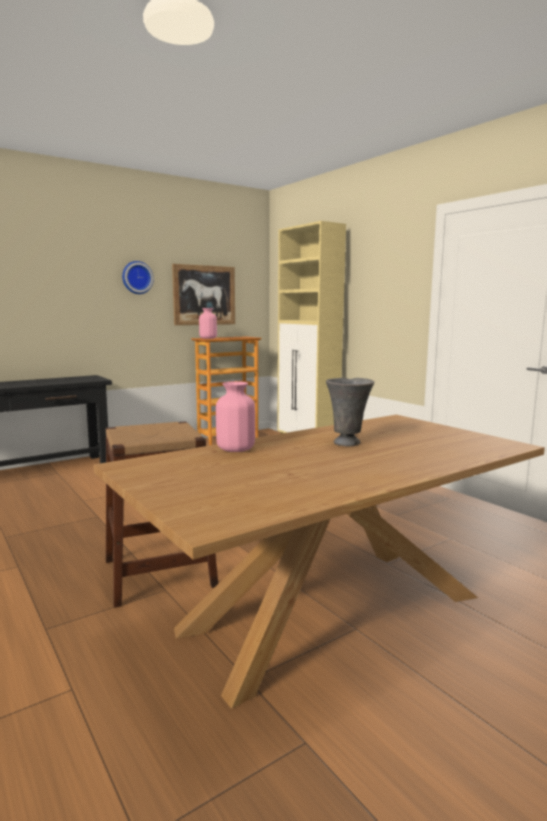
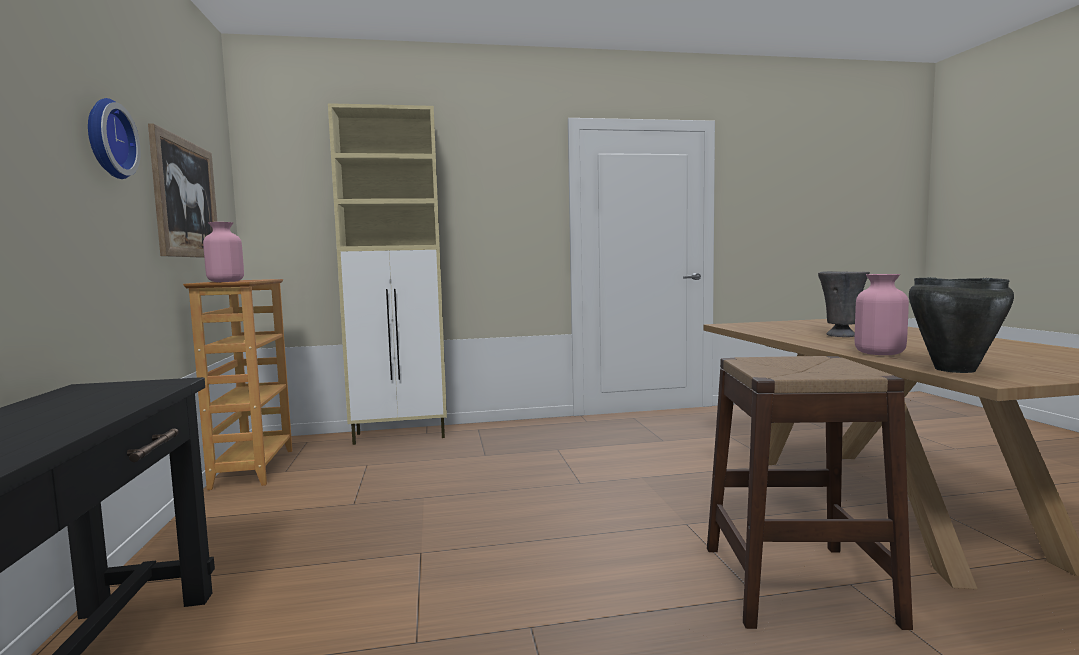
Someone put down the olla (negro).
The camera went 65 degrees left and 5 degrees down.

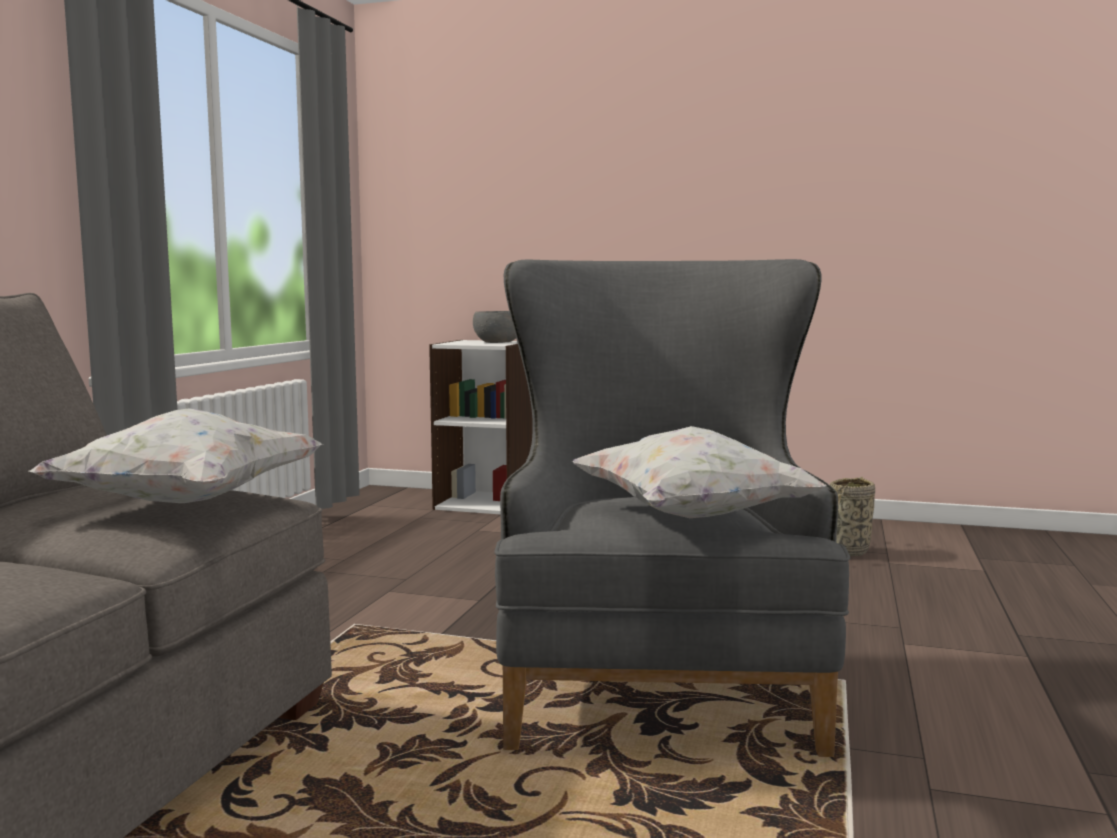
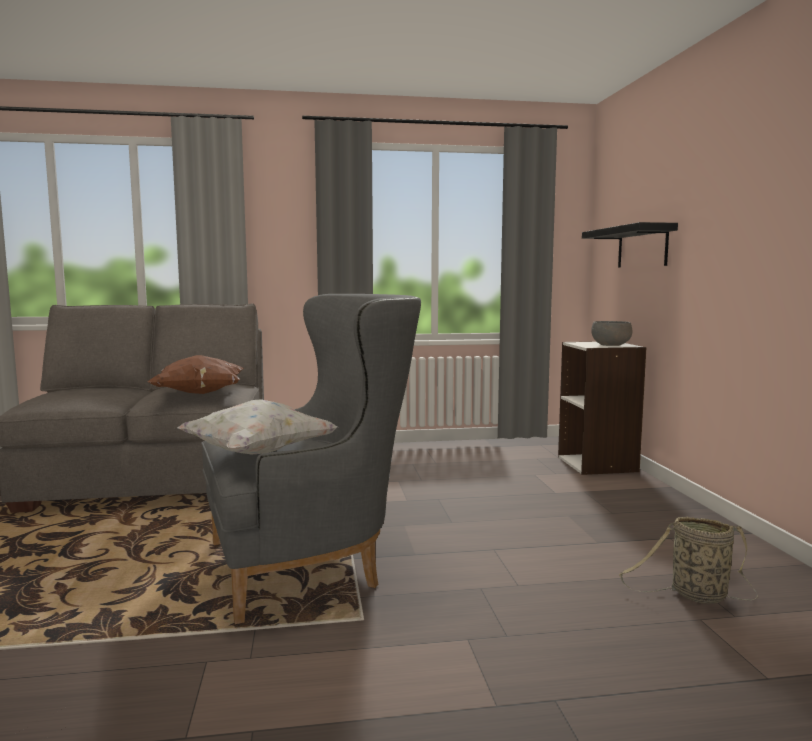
Someone repainted the cojín (blanco) (1st from left), which became the cojín (marrón).
Someone put up the estante (negro).
The camera went 65 degrees right and 0 degrees up.

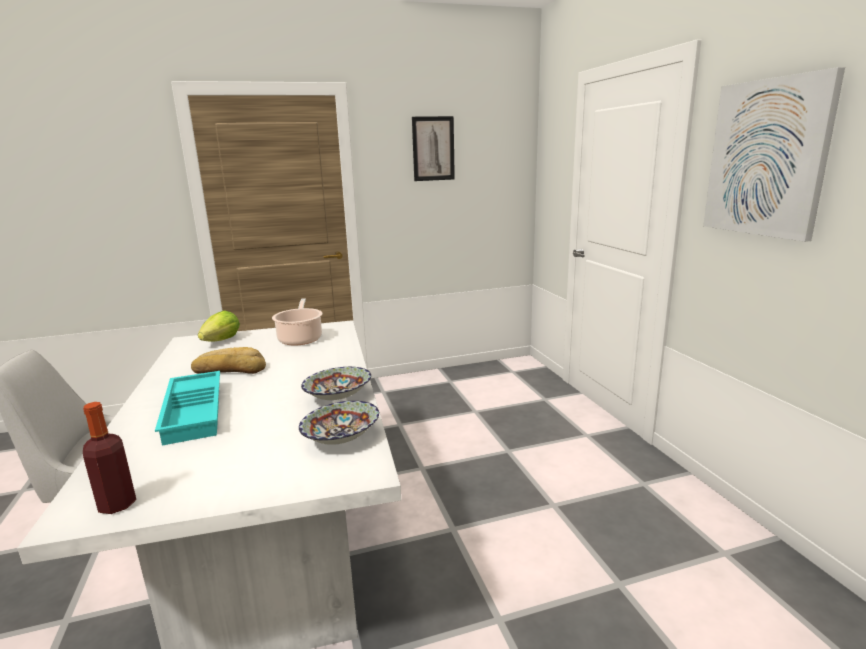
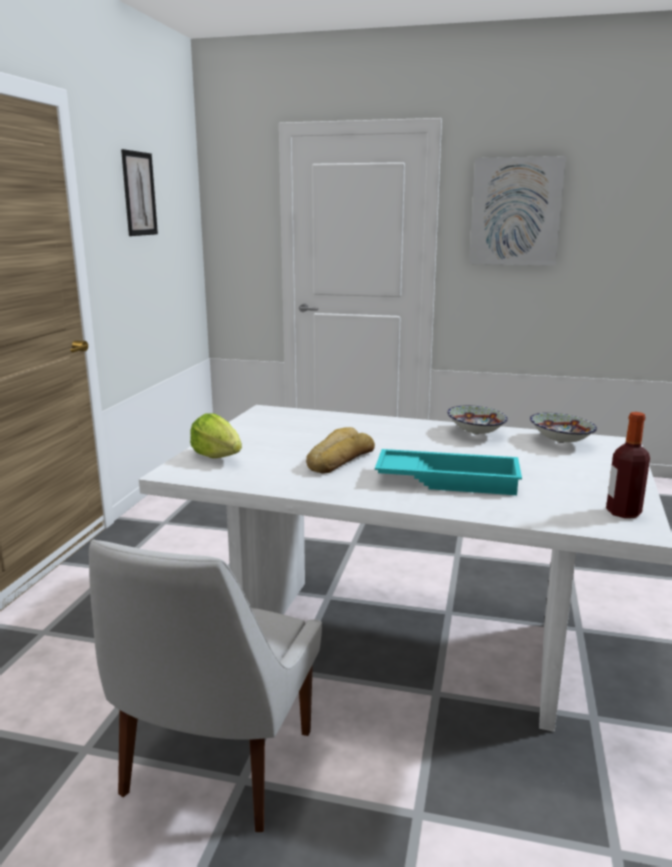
Someone took away the olla.
The camera went 60 degrees left and 0 degrees up.

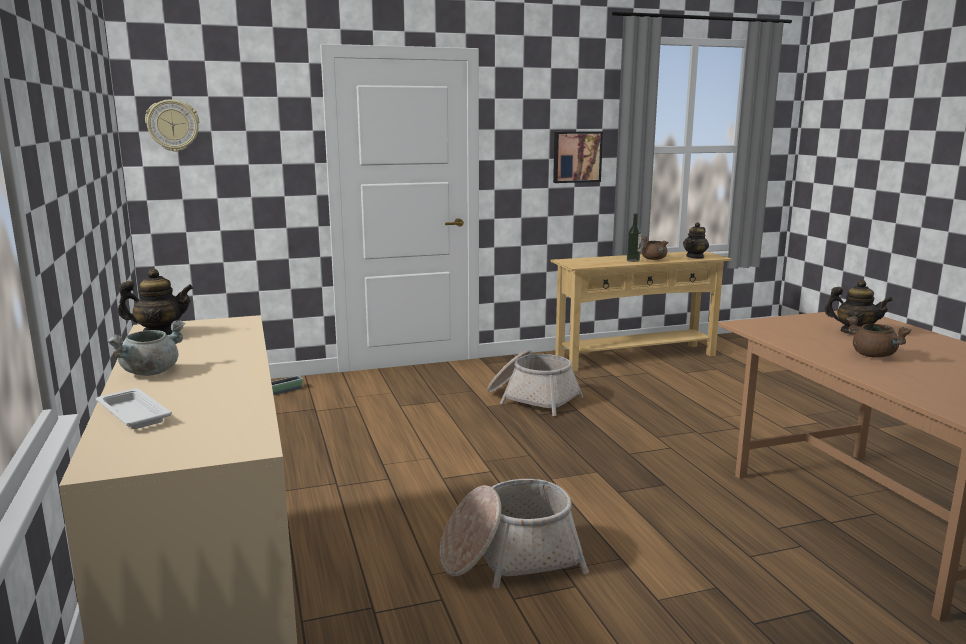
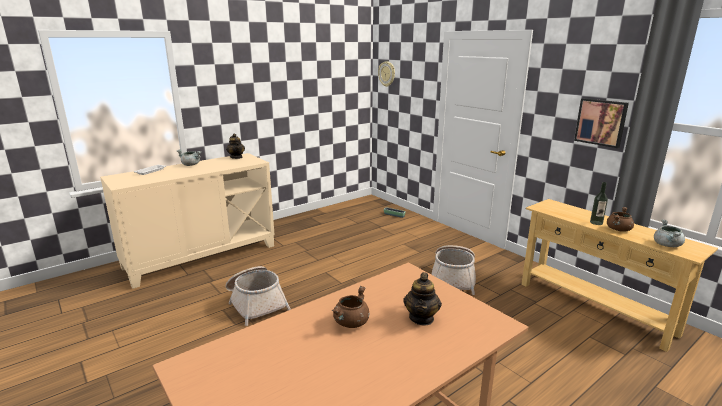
Someone swapped the tetera (2nd from left) for the olla (gris) (2nd from left).
The camera went 70 degrees right and 5 degrees up.

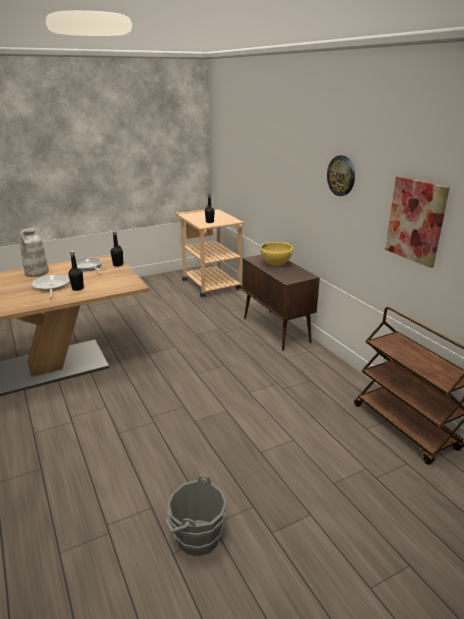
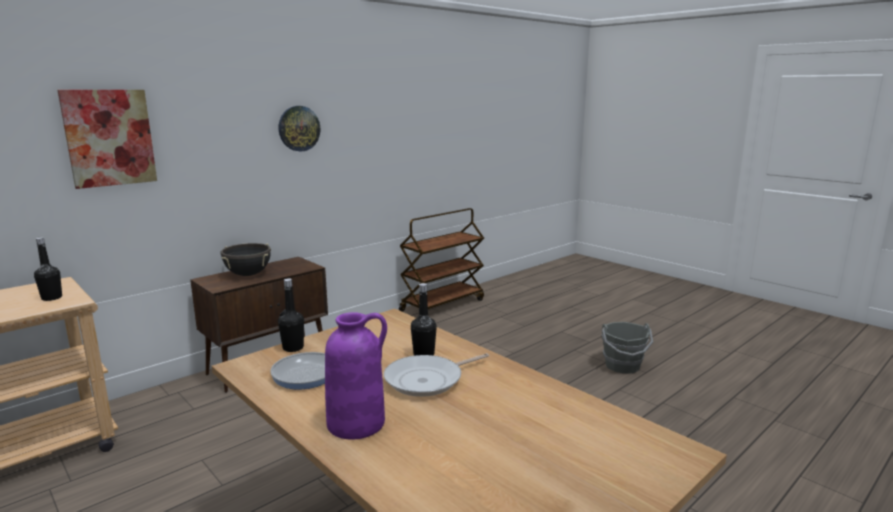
Someone repainted the florero (blanco), which became the florero (morado).
Someone repainted the olla (amarillo), which became the olla (negro).
Someone carried the cuadro.
The camera went 105 degrees left and 10 degrees down.

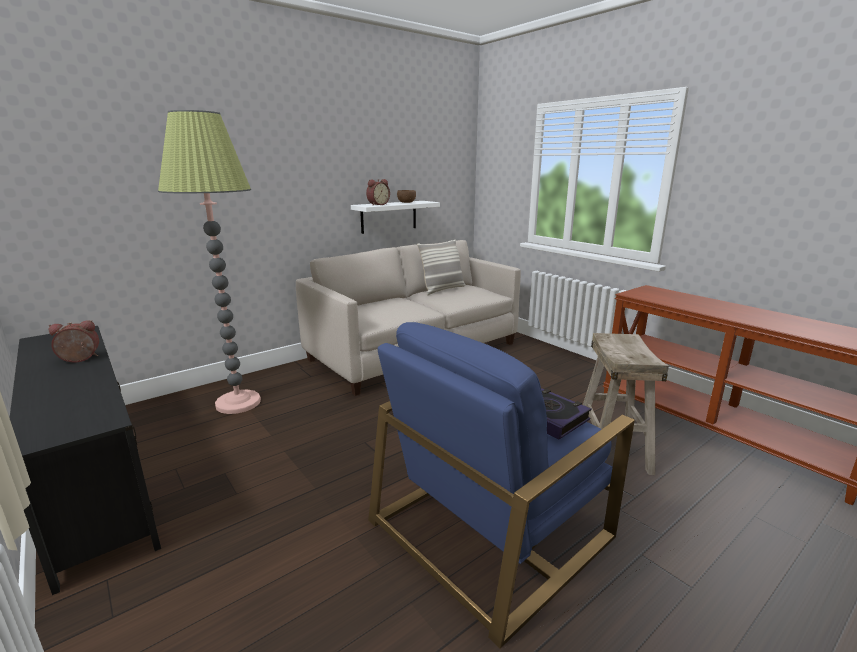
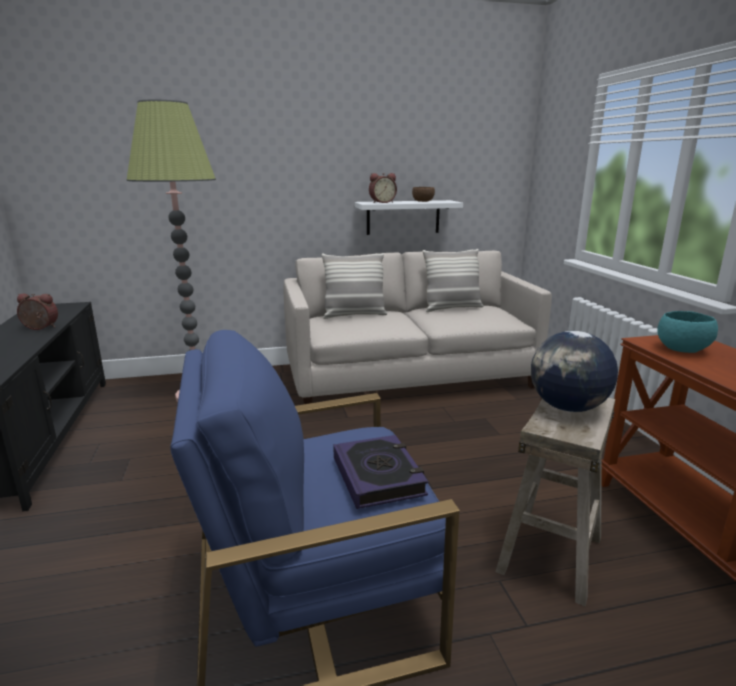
Someone put down the cojín (1st from left).
Someone put down the globo terráqueo.
Someone put down the cuenco (turquesa).
The camera went 25 degrees right and 0 degrees up.

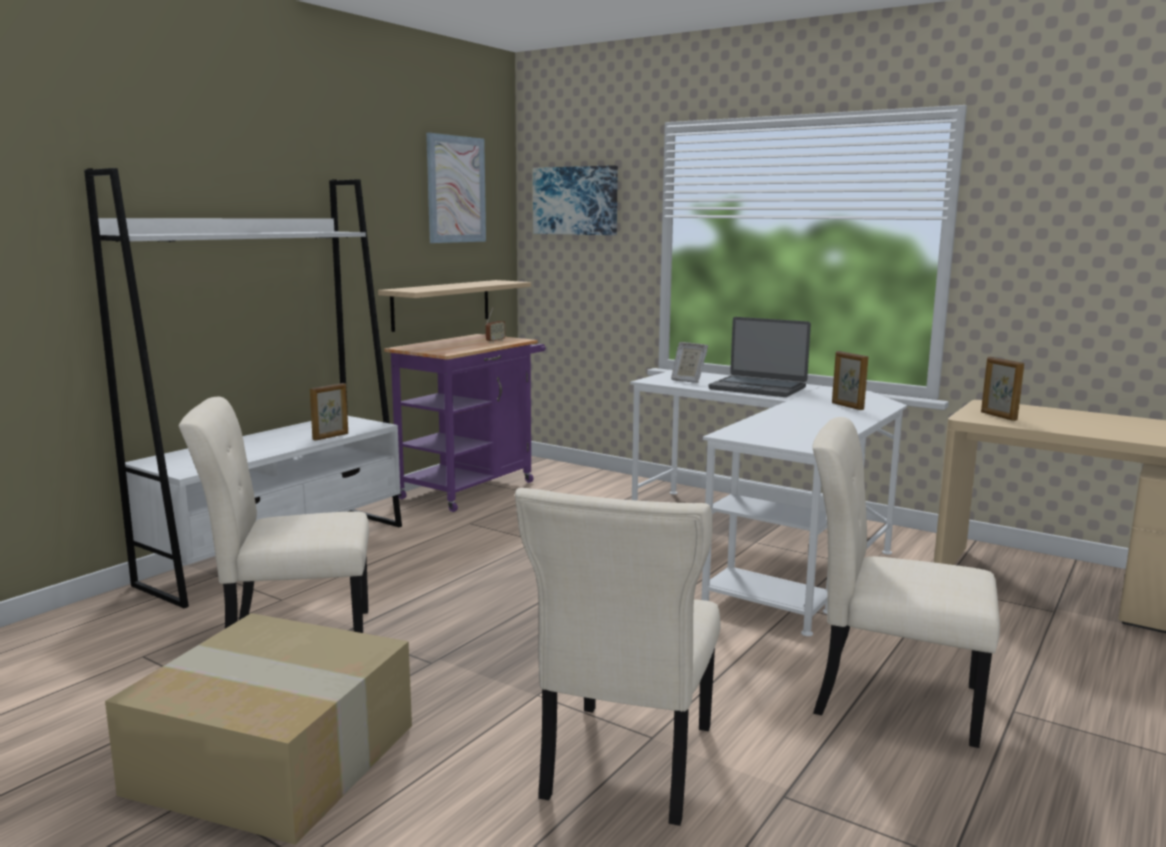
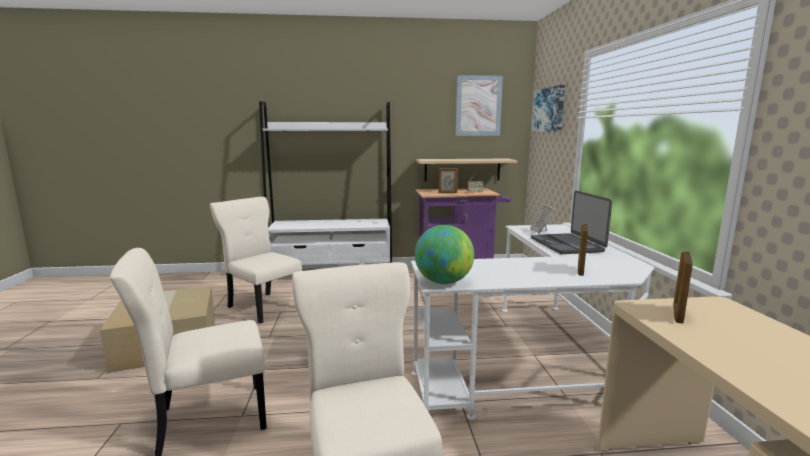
Someone carried the portarretratos (1st from left).
Someone put down the globo terráqueo.
The camera went 50 degrees right and 0 degrees up.

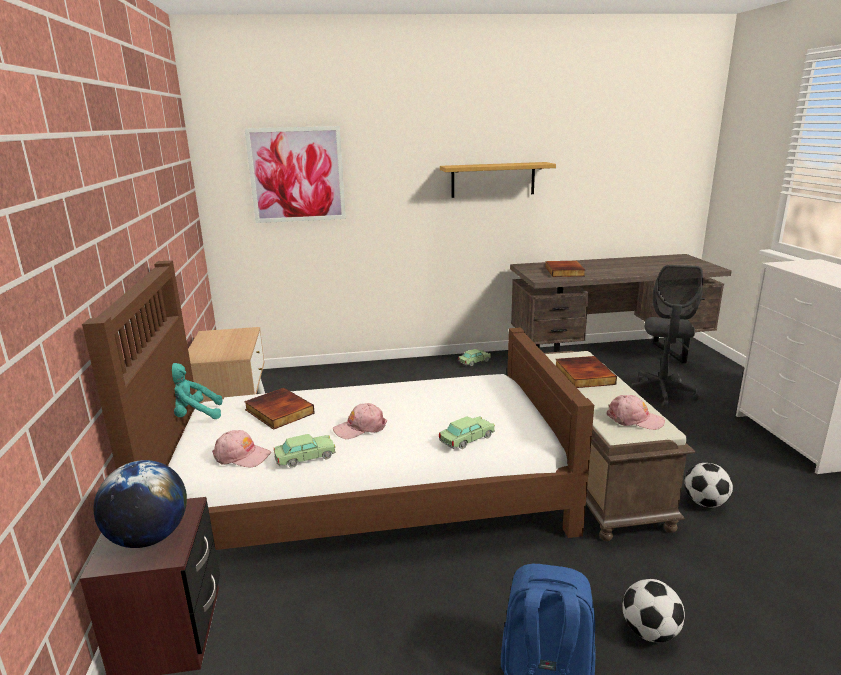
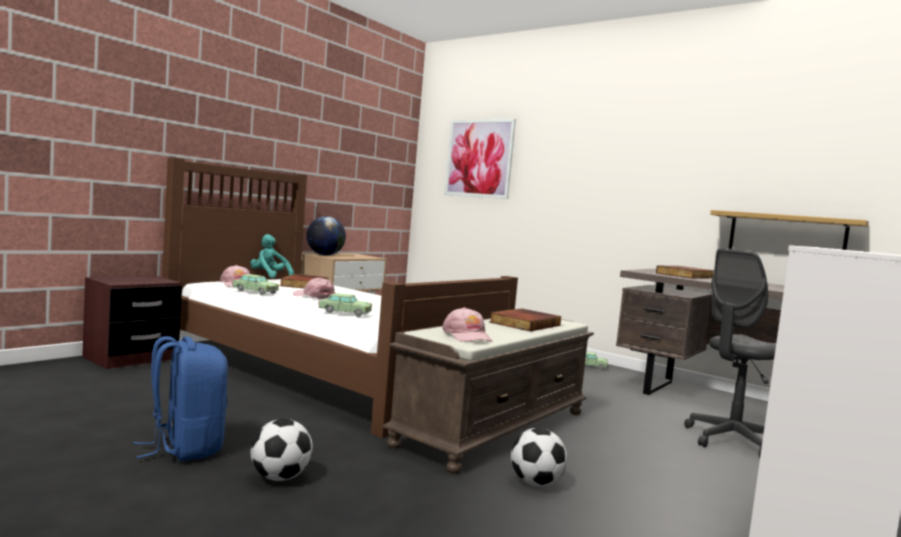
Someone carried the globo terráqueo.
Someone carried the estante.
The camera went 45 degrees right and 15 degrees down.

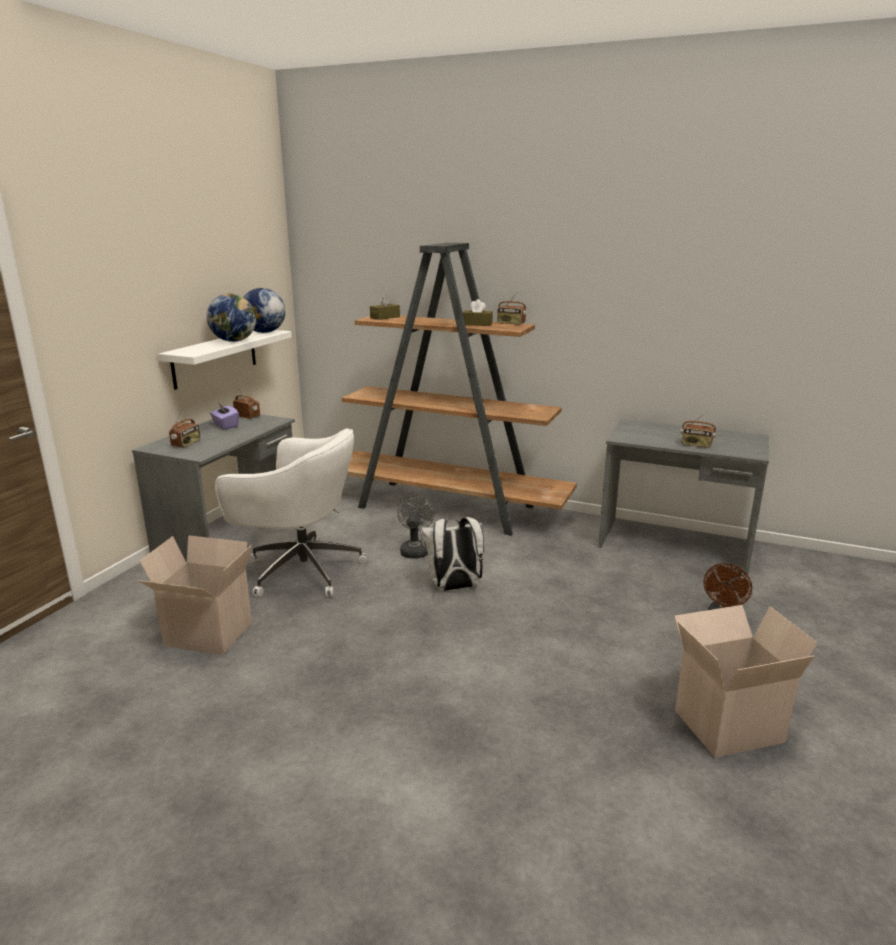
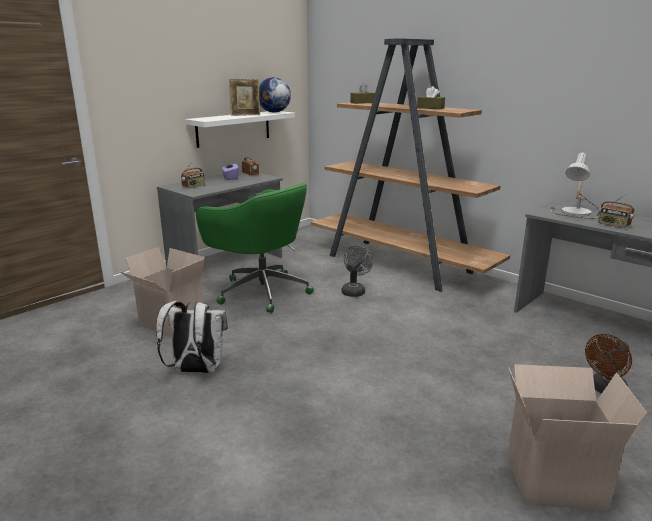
Someone swapped the globo terráqueo (1st from left) for the portarretratos.
Someone repainted the silla de oficina (blanco), which became the silla de oficina (verde).
Someone carried the mochila (blanco).
Someone took away the radio (3rd from left).
Someone put down the lámpara de mesa.
The camera went 20 degrees right and 0 degrees up.

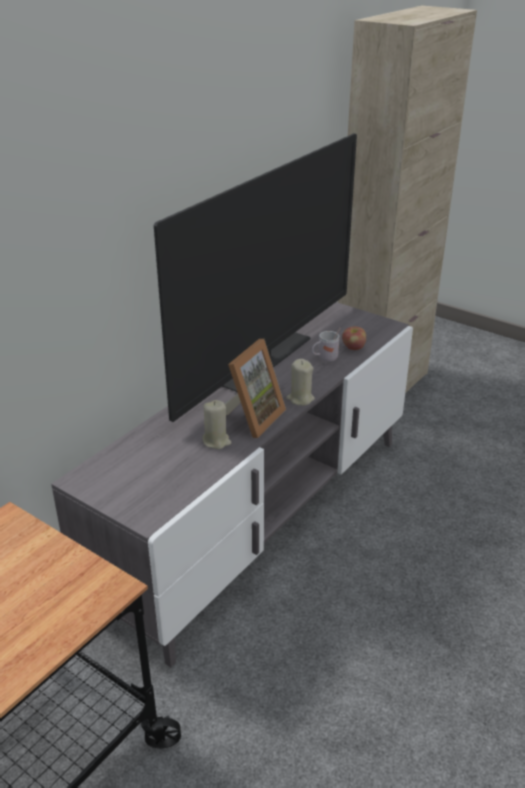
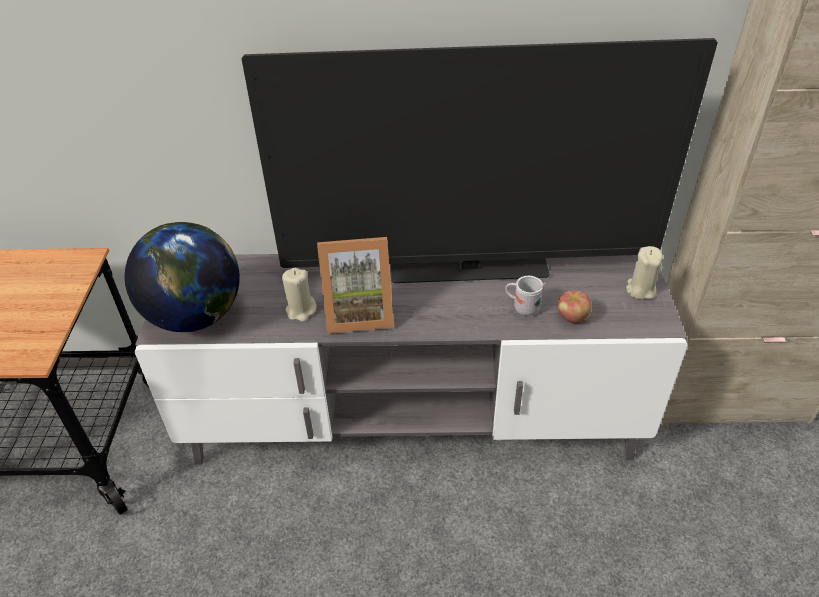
Someone carried the vela (beis) (2nd from left).
Someone put down the globo terráqueo.
The camera went 55 degrees right and 10 degrees up.

